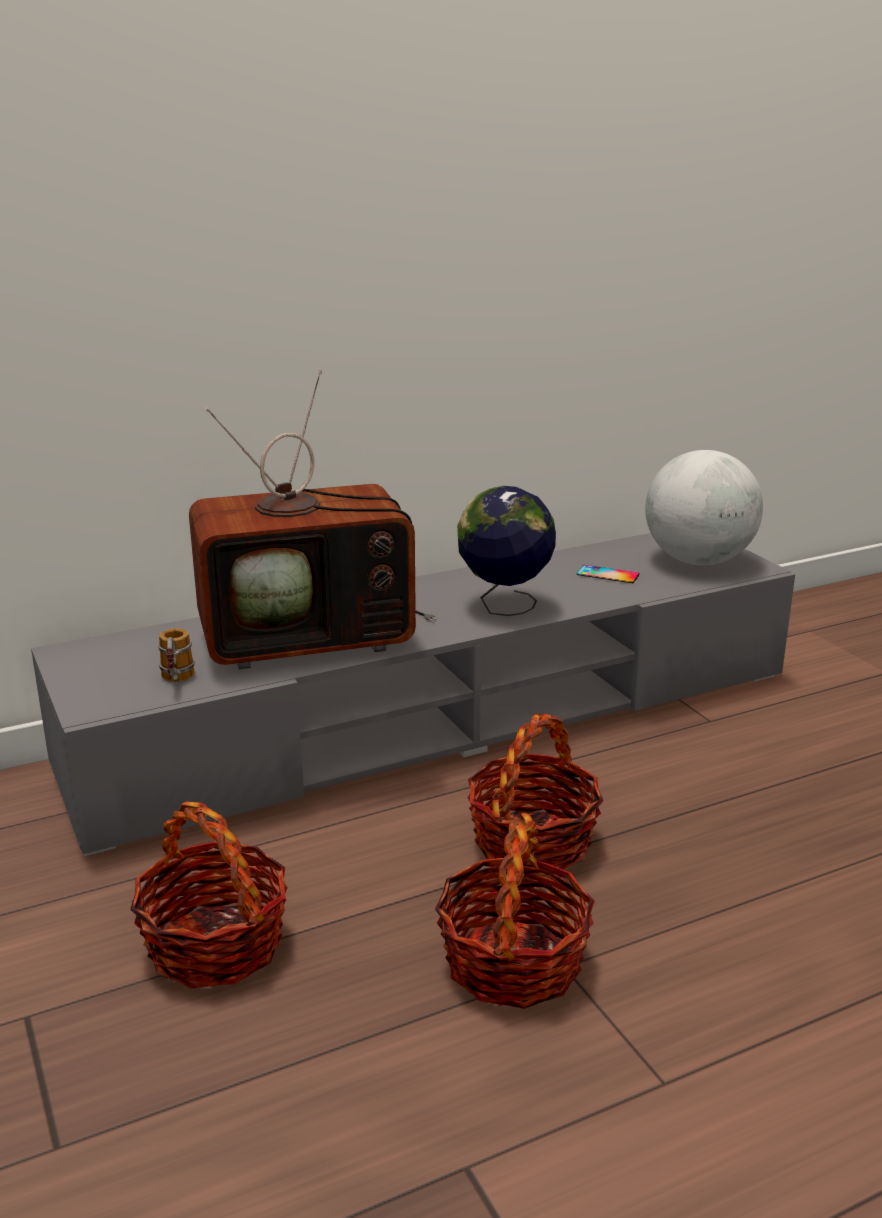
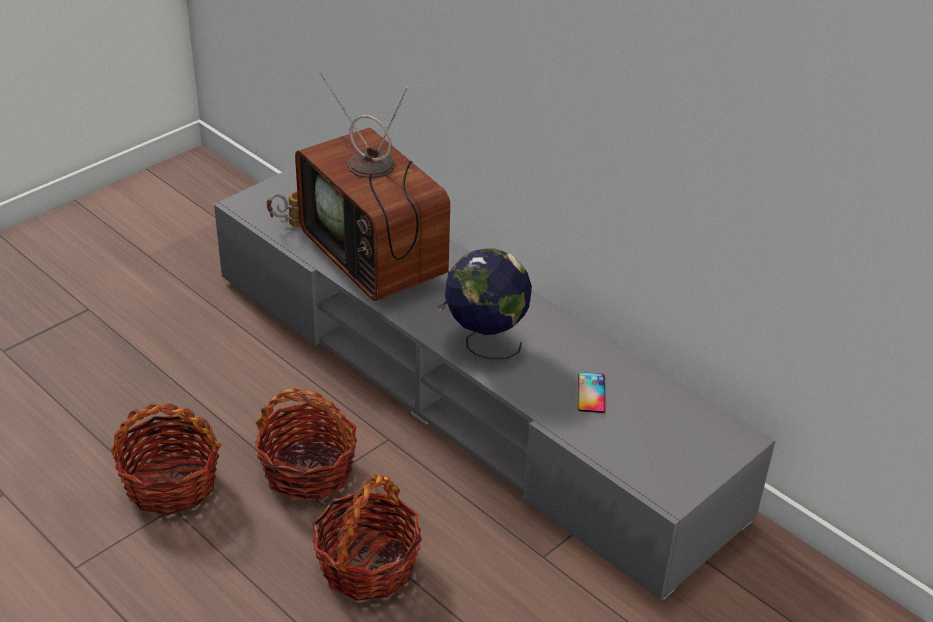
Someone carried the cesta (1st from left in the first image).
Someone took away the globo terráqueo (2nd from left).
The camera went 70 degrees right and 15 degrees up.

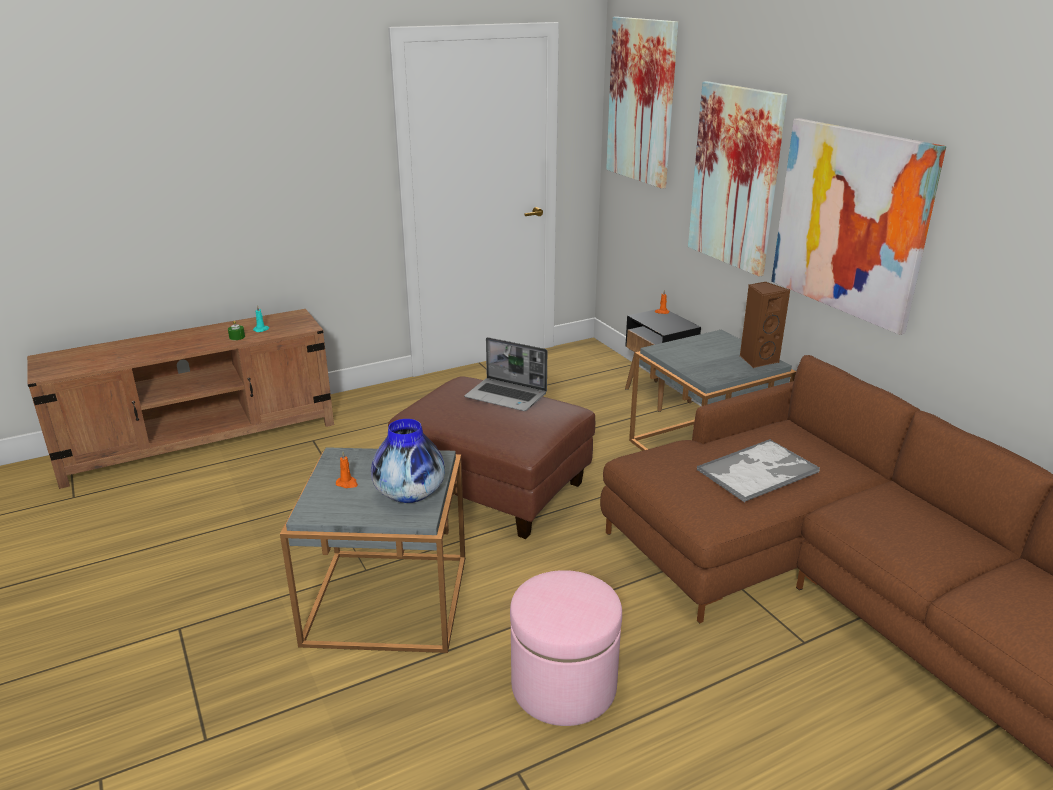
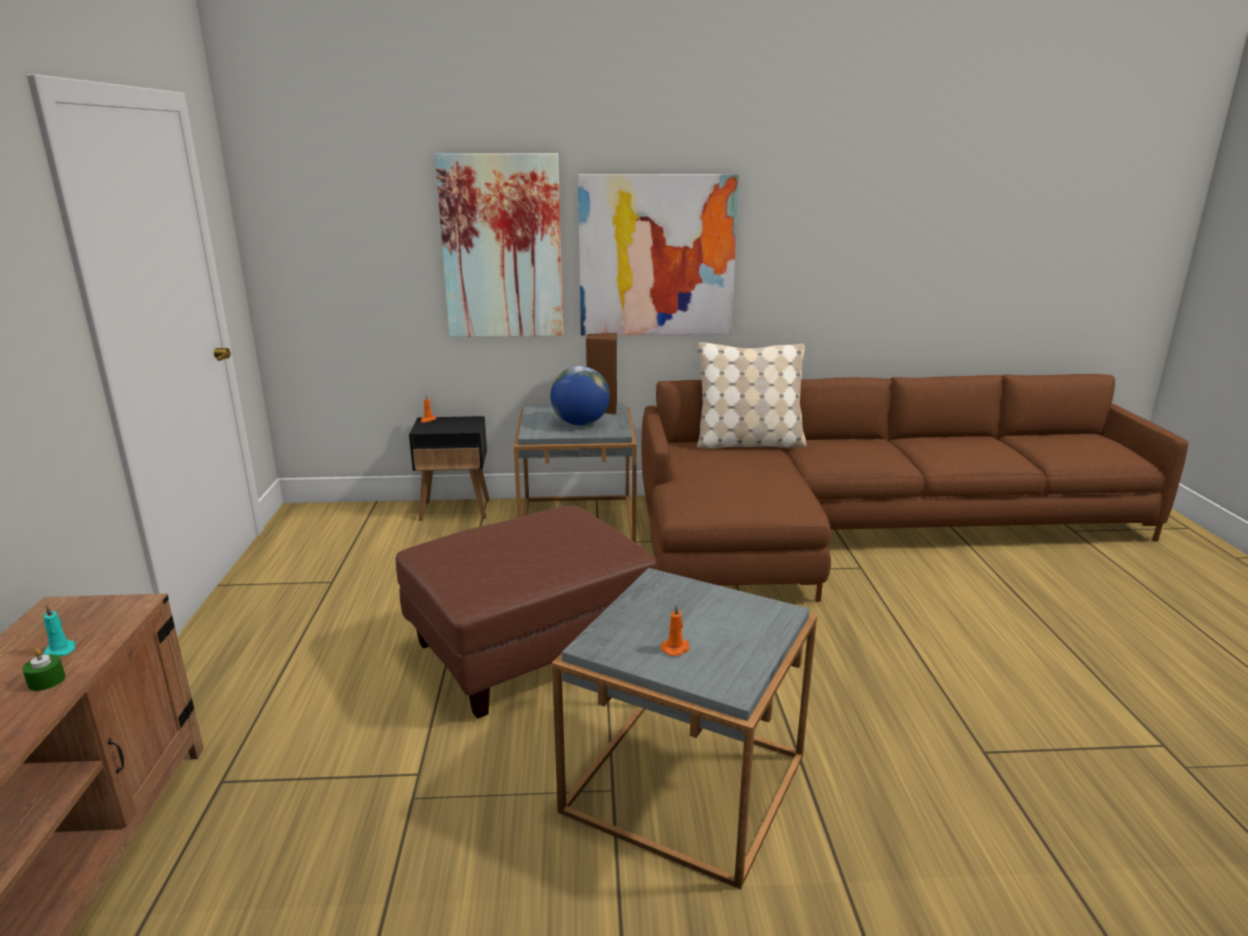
Someone took away the florero.
Someone took away the portátil.
Someone took away the puf (rosa).
Someone took away the cuadro (1st from left).
Someone took away the bandeja.
Someone put down the globo terráqueo.
Someone put down the cojín (beis).
The camera went 65 degrees left and 5 degrees down.

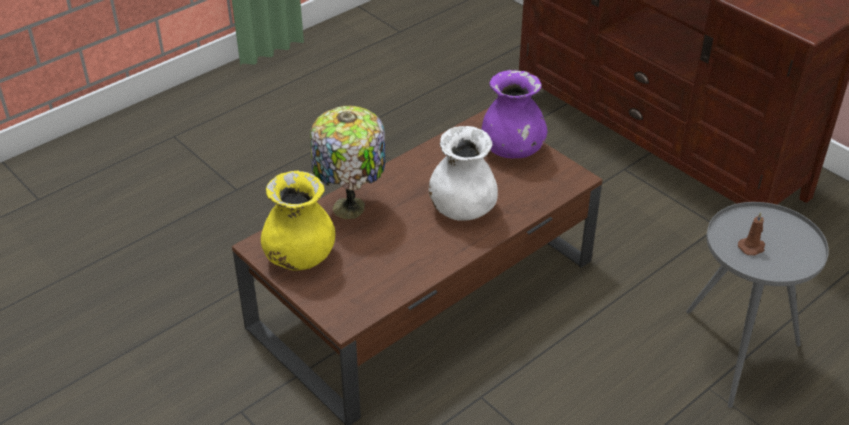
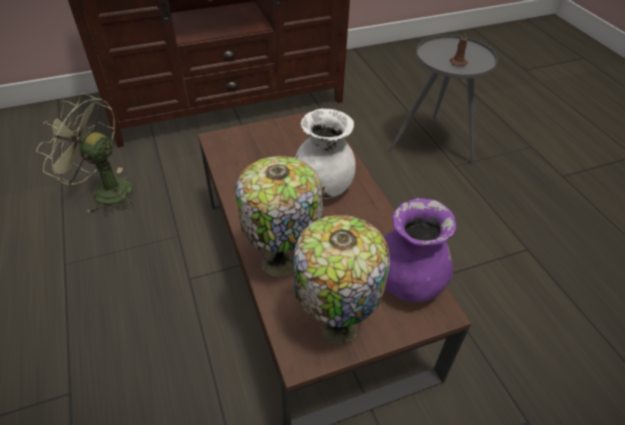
Someone swapped the florero (amarillo) for the lámpara de mesa (2nd from left).
Someone carried the florero (morado).
Someone put down the ventilador (verde).
The camera went 70 degrees left and 5 degrees up.

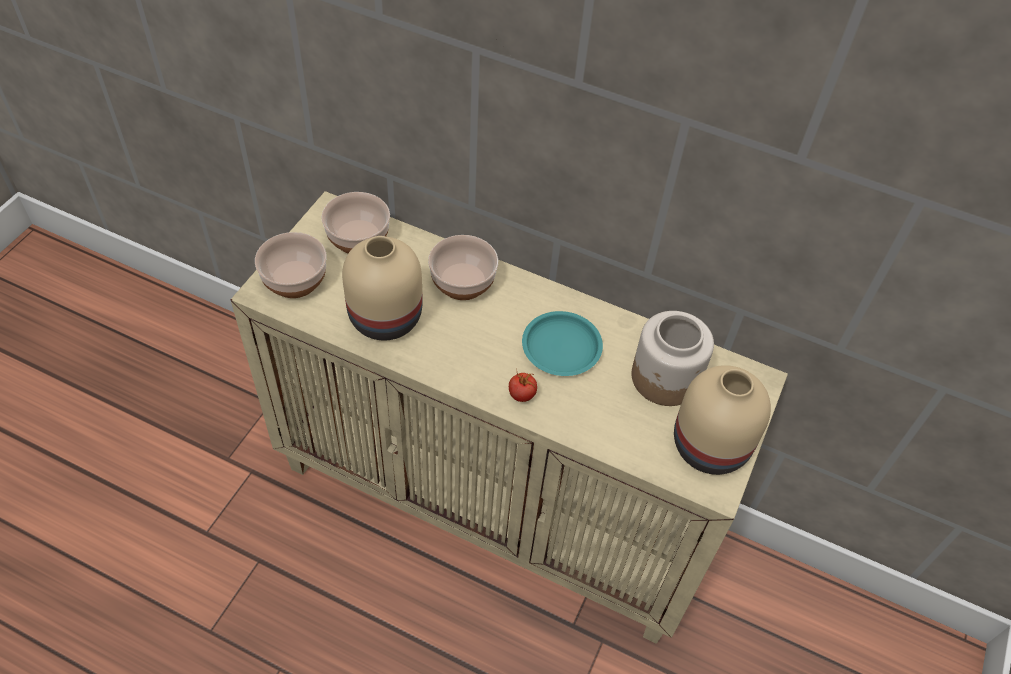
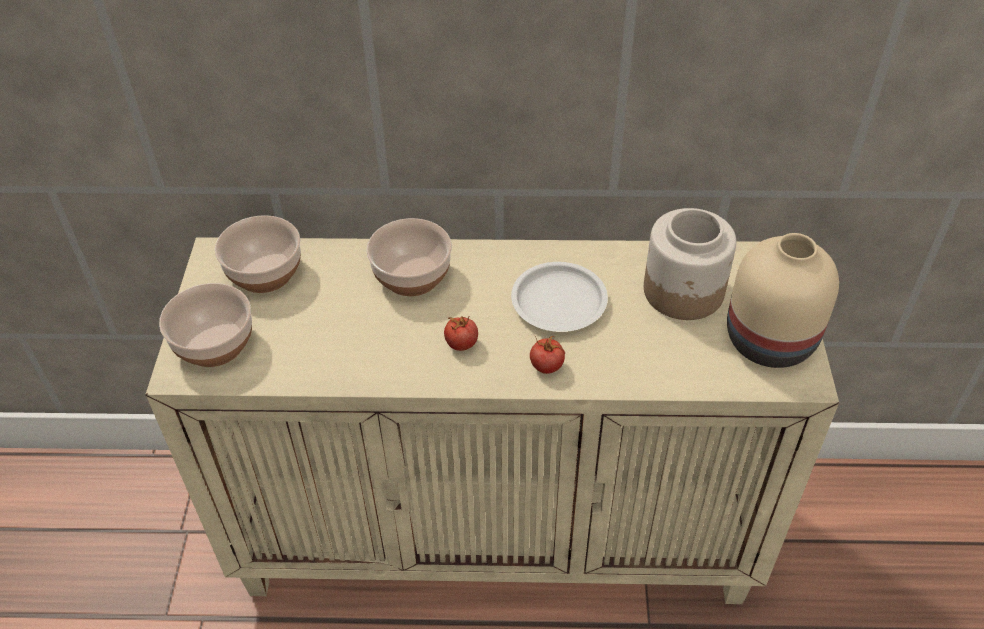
Someone took away the florero (beis) (1st from left).
Someone repainted the plato (turquesa), which became the plato (blanco).
Someone put down the tomate (1st from left).
The camera went 20 degrees left and 5 degrees down.

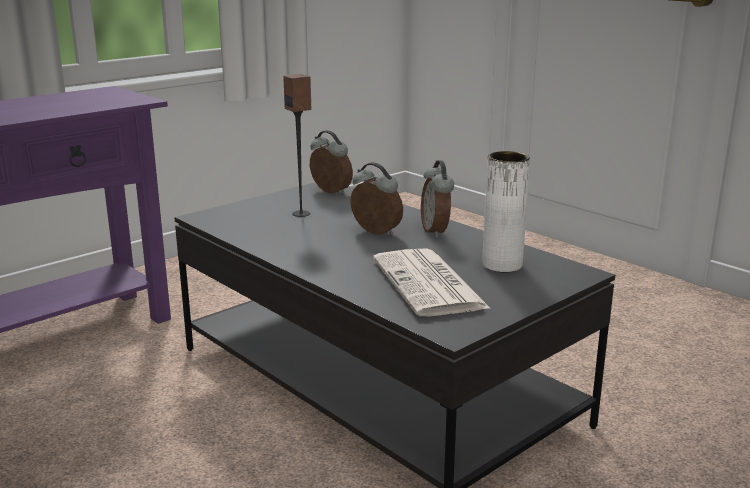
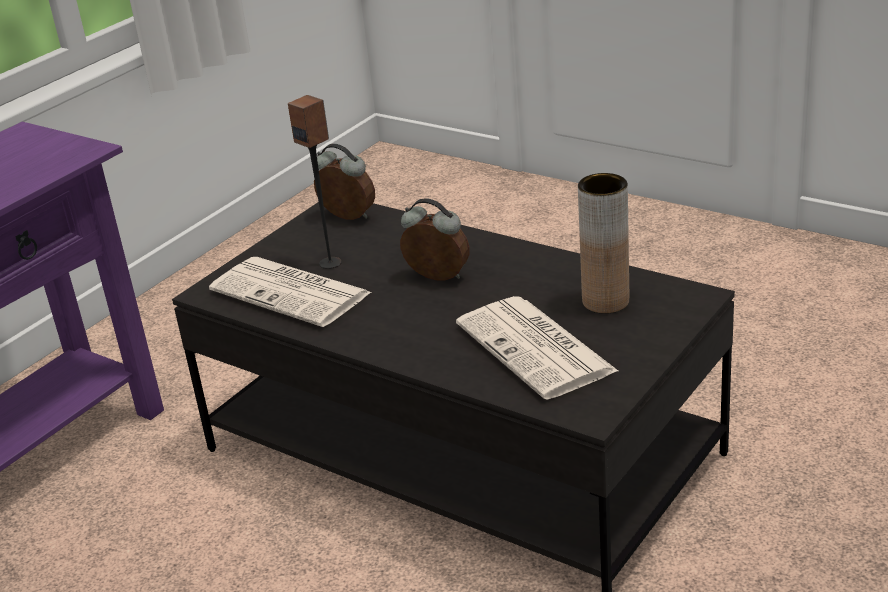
Someone took away the despertador (3rd from left).
Someone repainted the florero (blanco), which became the florero (marrón).
Someone put down the periódico (1st from left).
The camera went 10 degrees left and 10 degrees up.

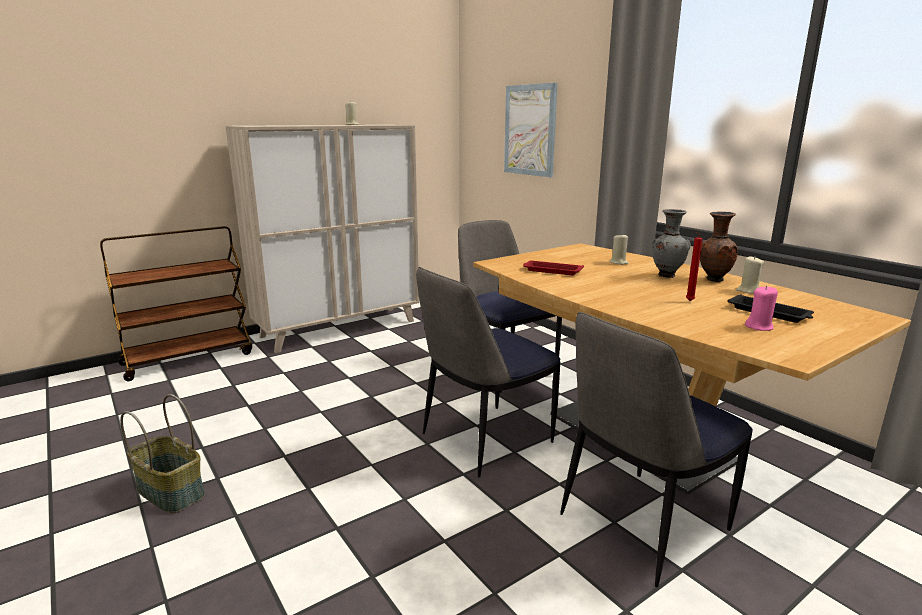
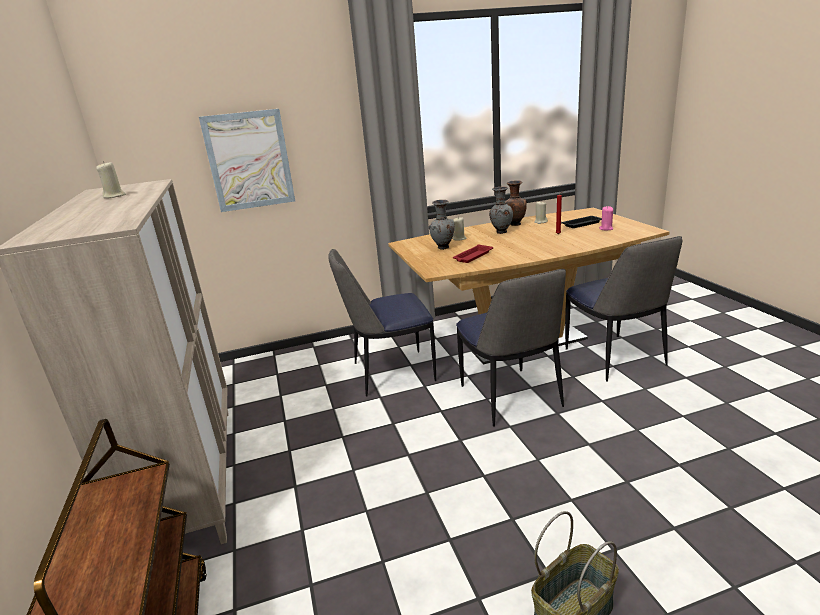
Someone put down the florero (gris) (1st from left).
The camera went 70 degrees left and 5 degrees up.

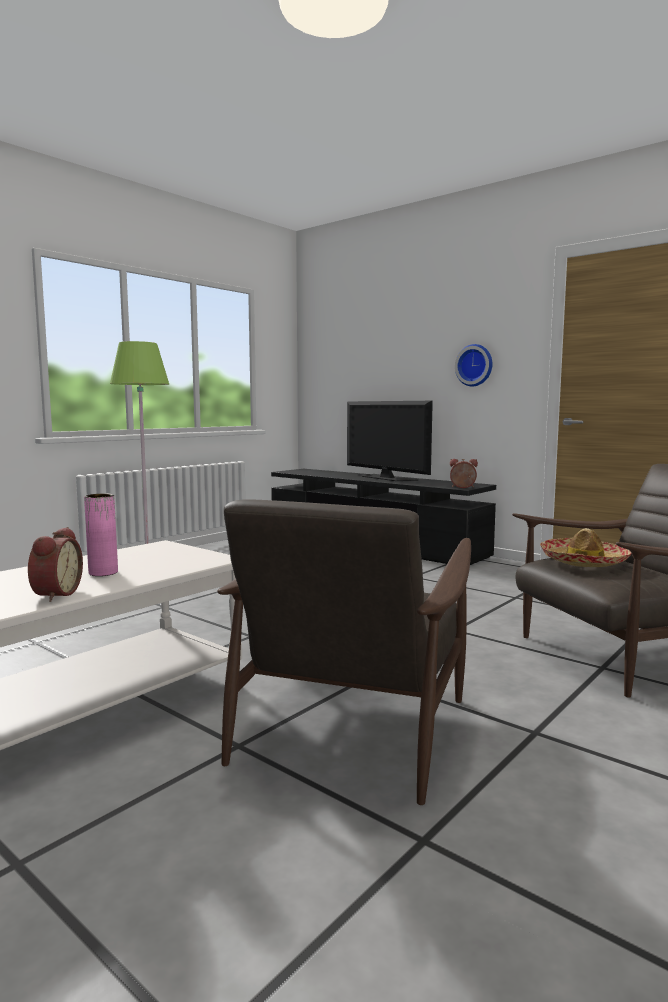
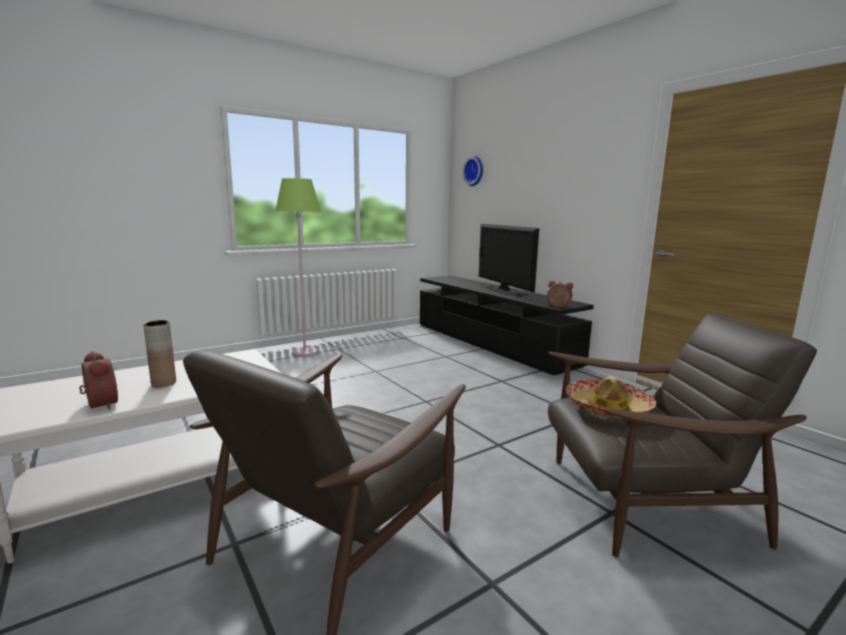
Someone rotated the despertador (1st from left) by 60 degrees counterclockwise.
Someone repainted the florero (rosa), which became the florero (marrón).
Someone carried the reloj de pared.
The camera went 15 degrees right and 5 degrees up.

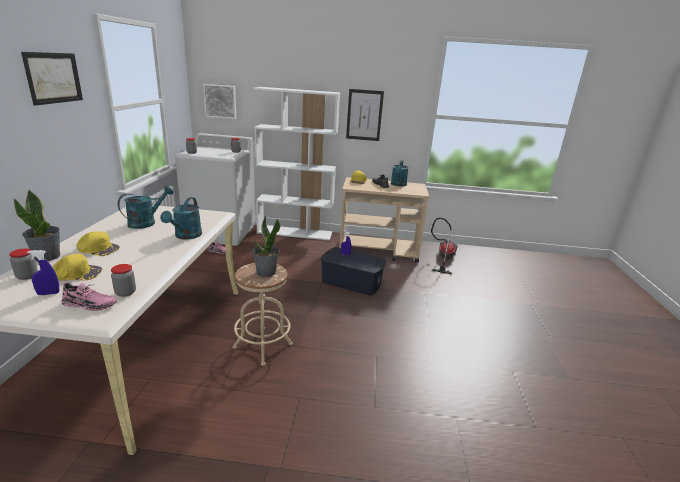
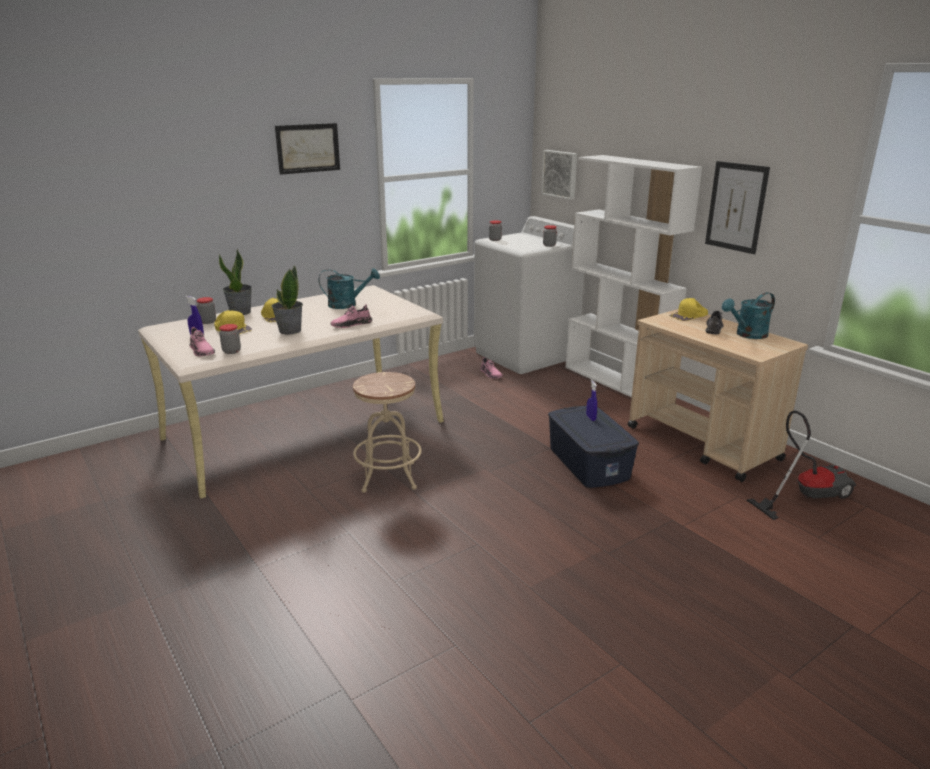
Someone swapped the regadera (turquesa) (2nd from left) for the zapato (rosa) (2nd from left).
Someone carried the planta en maceta (2nd from left).
The camera went 50 degrees right and 0 degrees up.

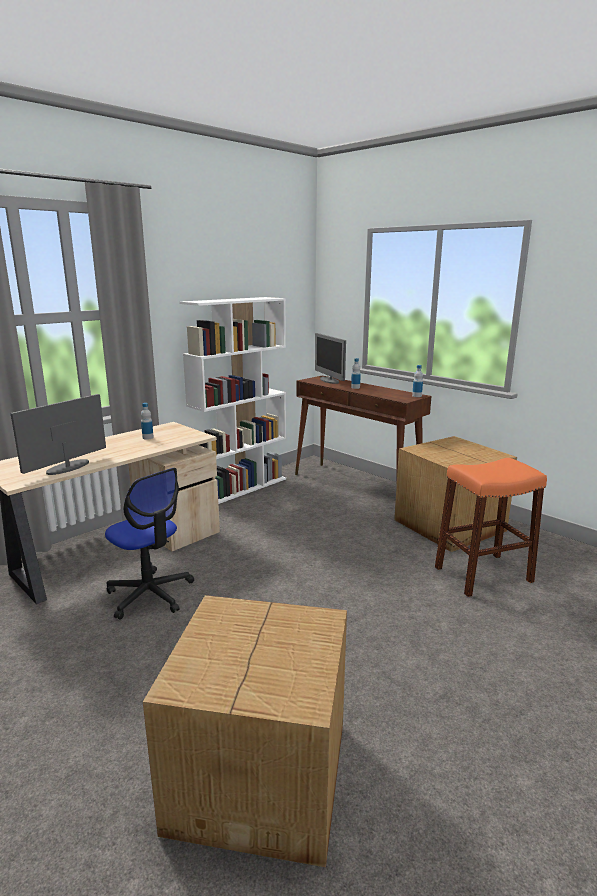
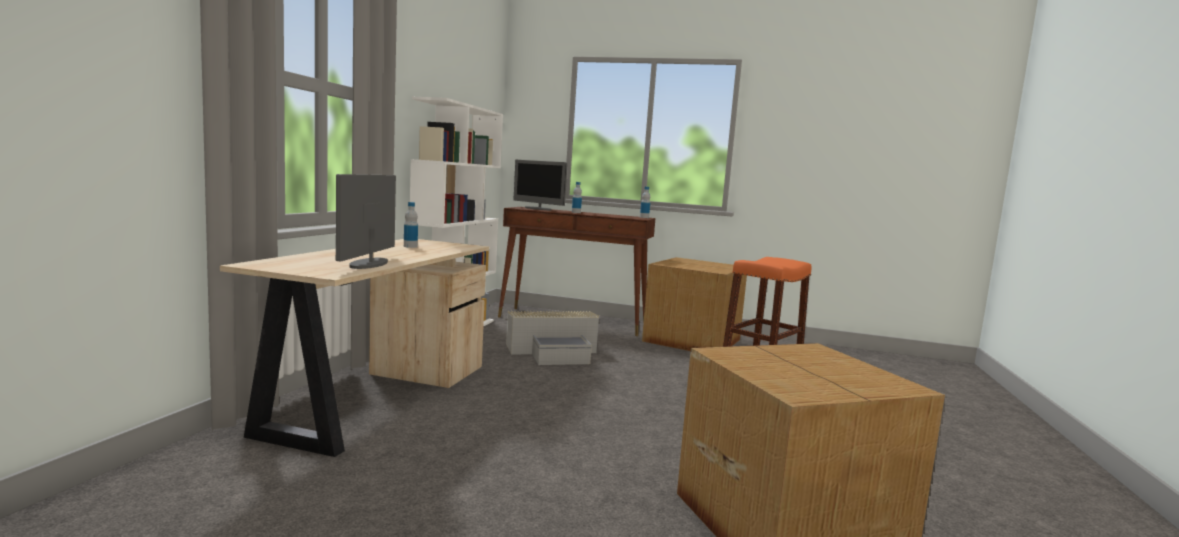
Someone took away the silla de oficina.
Someone put down the caja de almacenaje (gris).
The camera went 30 degrees left and 10 degrees down.

